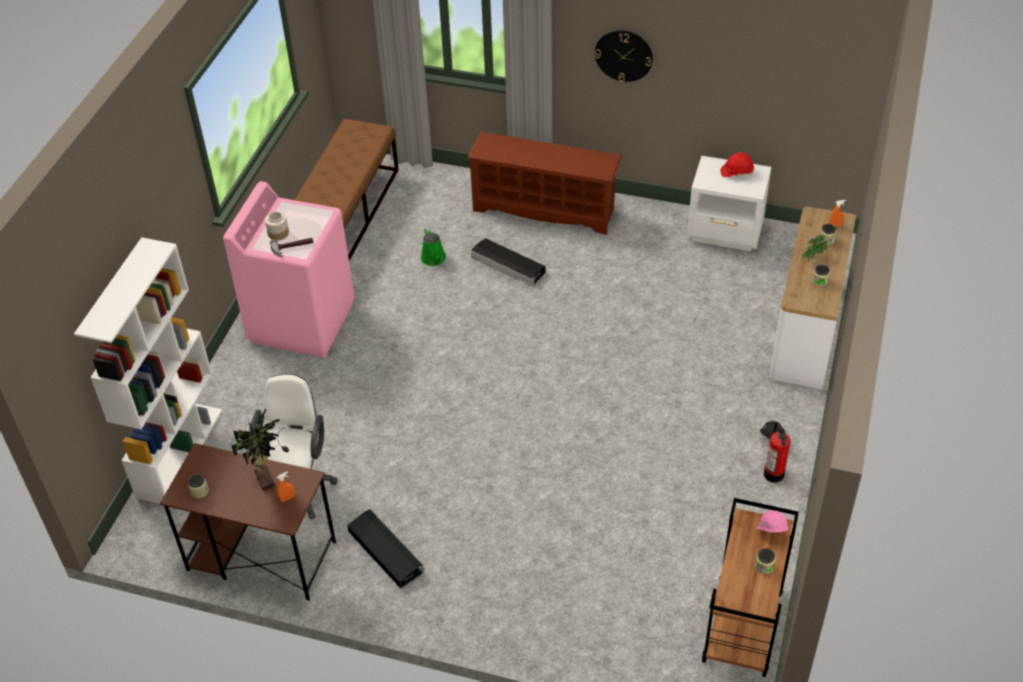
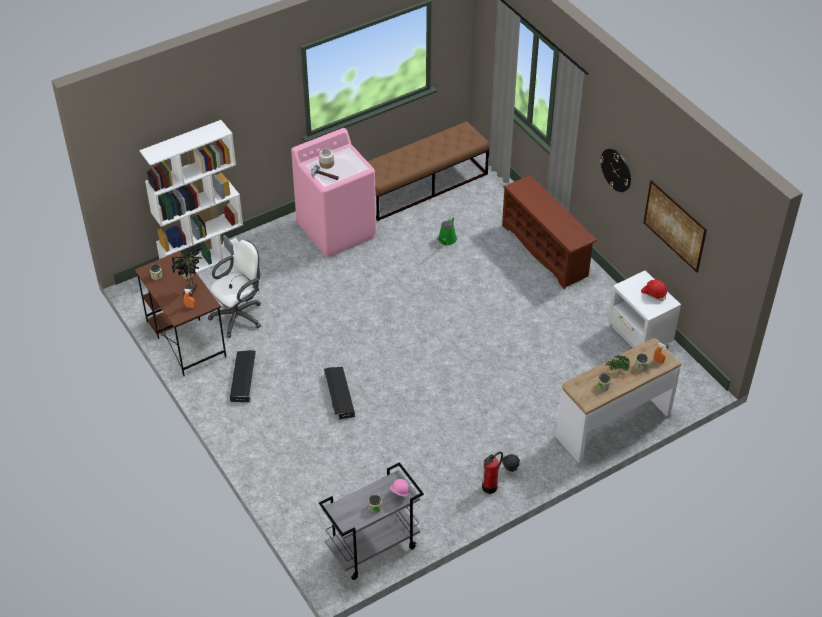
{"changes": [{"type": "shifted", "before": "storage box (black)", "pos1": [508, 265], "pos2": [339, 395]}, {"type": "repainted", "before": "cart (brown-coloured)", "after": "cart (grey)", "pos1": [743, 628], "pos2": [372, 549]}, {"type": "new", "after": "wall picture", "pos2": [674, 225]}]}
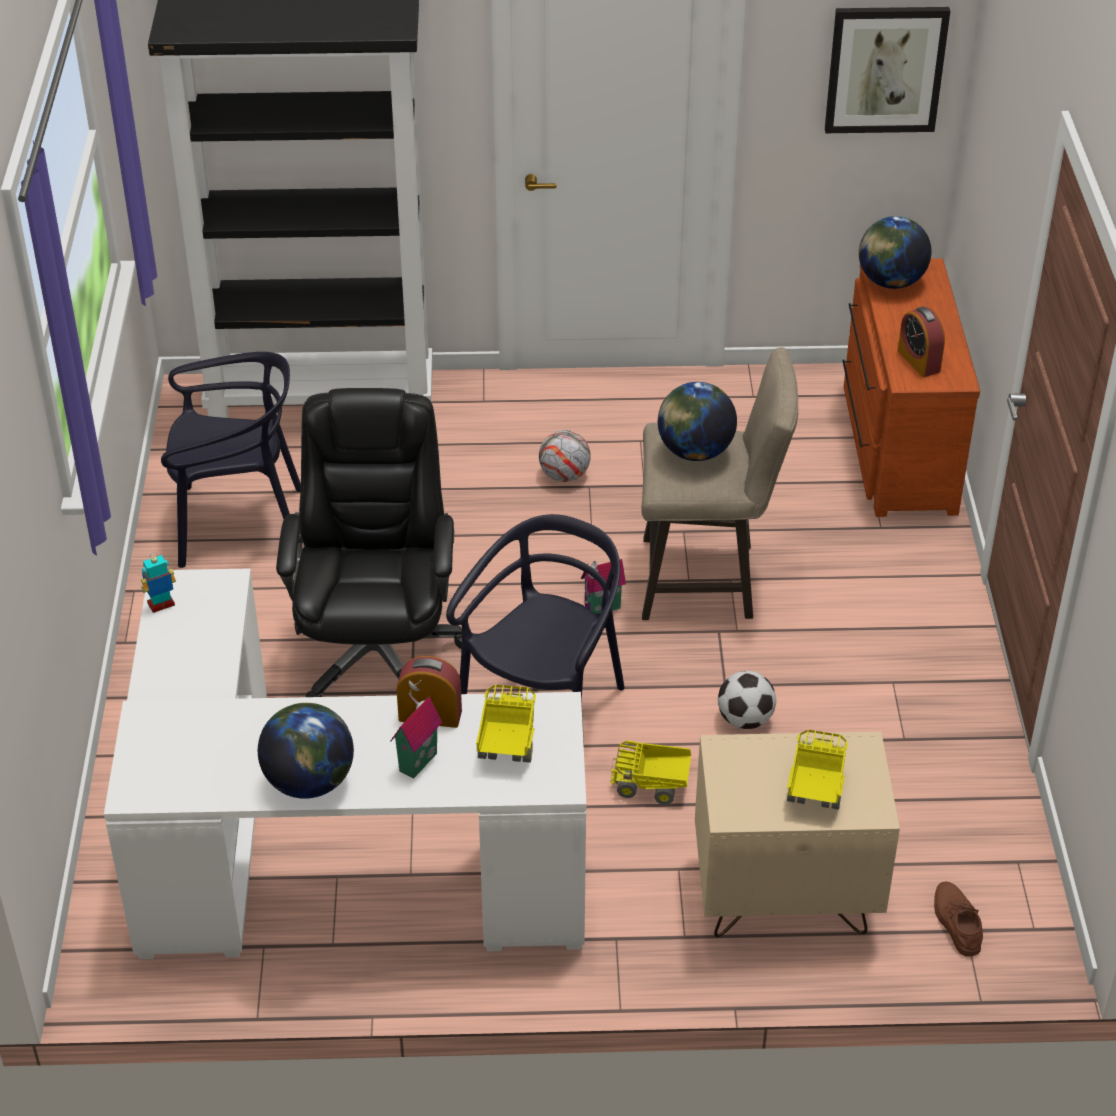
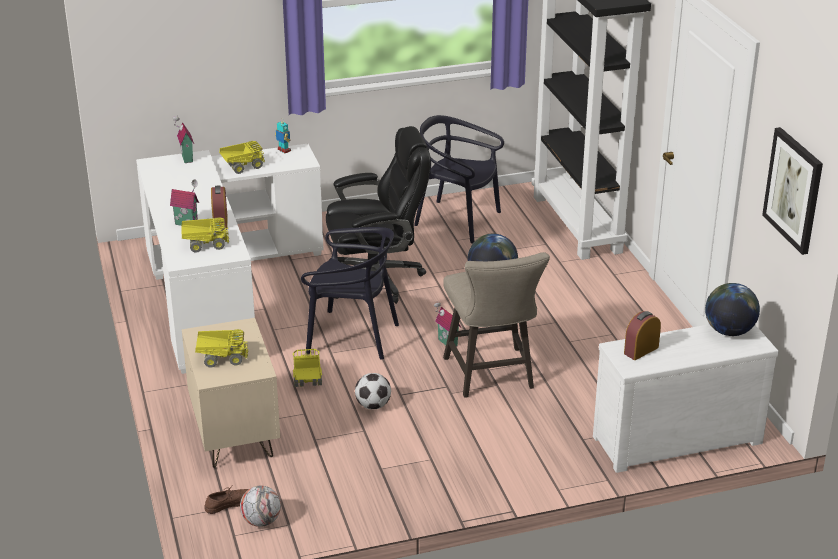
{"changes": [{"type": "repainted", "before": "dresser (brown-coloured)", "after": "dresser (whitish)", "pos1": [895, 446], "pos2": [675, 437]}, {"type": "rotated", "before": "chair (black)", "pos1": [238, 524], "pos2": [458, 221], "turn": 135}, {"type": "shifted", "before": "football ball", "pos1": [564, 475], "pos2": [261, 521]}, {"type": "gone", "before": "desk globe", "pos1": [309, 782]}, {"type": "new", "after": "toy house", "pos2": [185, 158]}, {"type": "new", "after": "toy lorry", "pos2": [242, 166]}]}
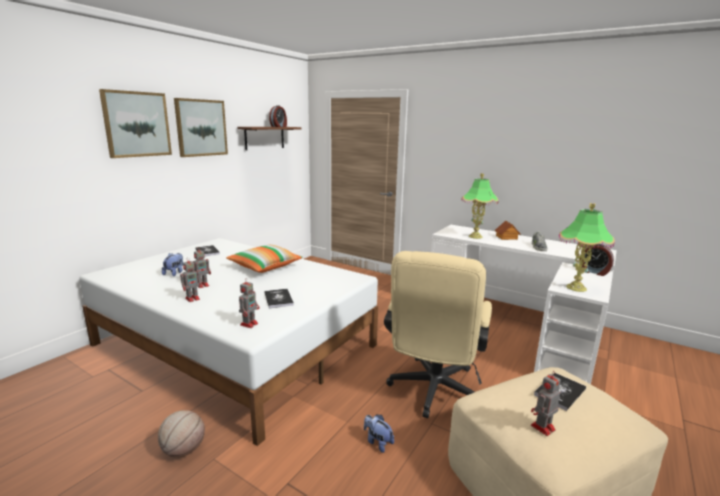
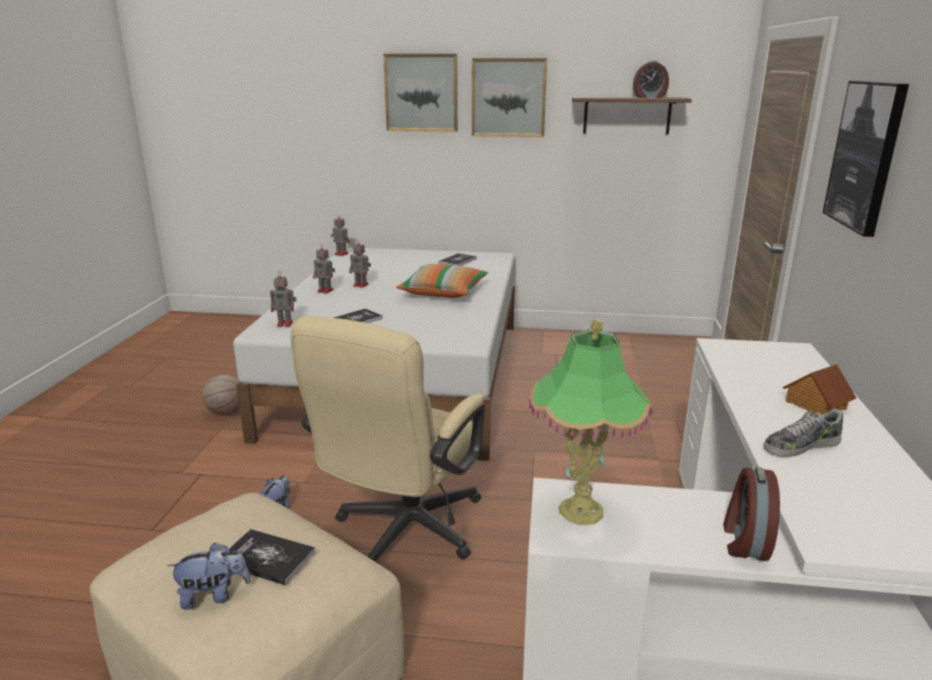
{"changes": [{"type": "gone", "before": "table lamp", "pos1": [475, 236]}, {"type": "rotated", "before": "computer chair (beige)", "pos1": [432, 392], "pos2": [402, 533], "turn": -60}, {"type": "shifted", "before": "plush toy", "pos1": [174, 273], "pos2": [214, 595]}, {"type": "shifted", "before": "model robot", "pos1": [542, 428], "pos2": [341, 254]}, {"type": "new", "after": "wall picture", "pos2": [865, 155]}]}
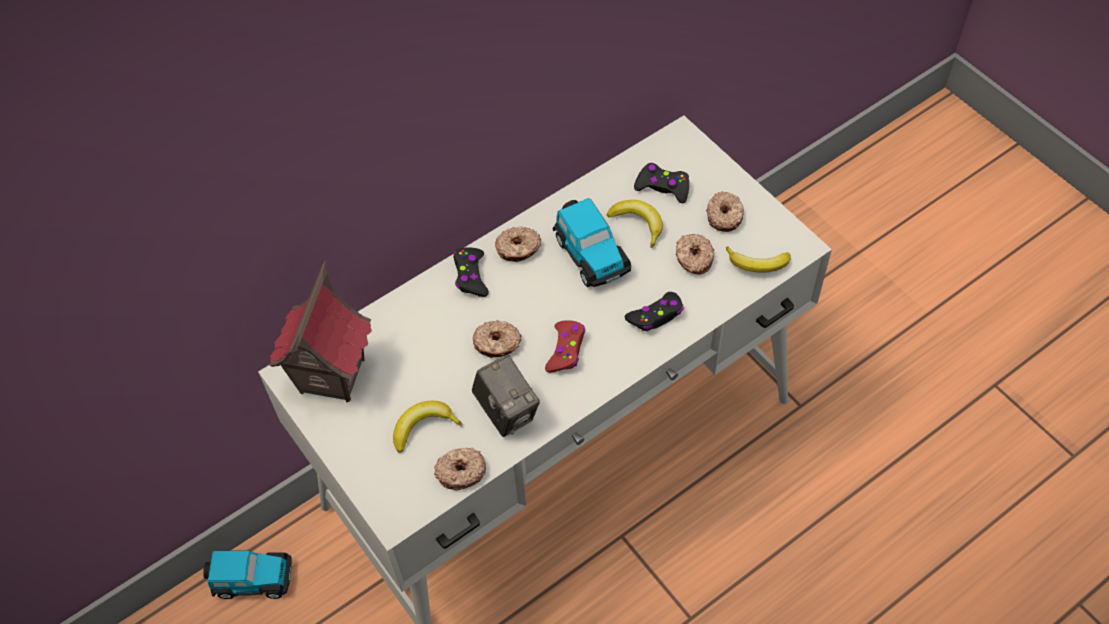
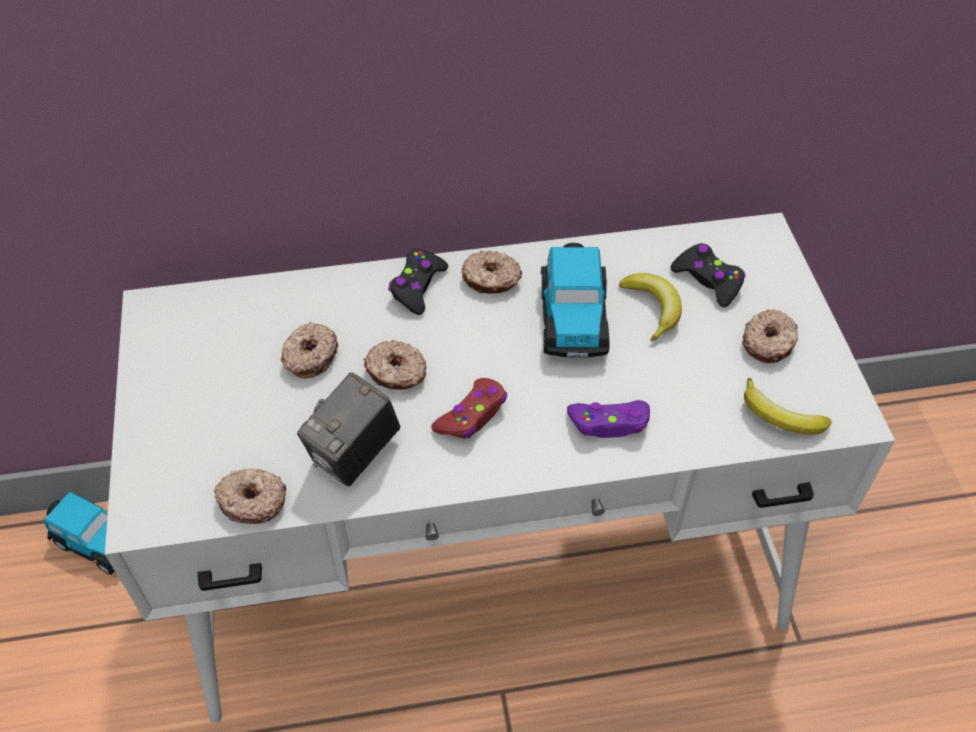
{"changes": [{"type": "shifted", "before": "doughnut", "pos1": [693, 258], "pos2": [309, 356]}, {"type": "gone", "before": "toy house", "pos1": [331, 375]}, {"type": "repainted", "before": "game controller (black)", "after": "game controller (purplish)", "pos1": [656, 316], "pos2": [609, 423]}, {"type": "rotated", "before": "still camera", "pos1": [507, 411], "pos2": [355, 455], "turn": 45}, {"type": "gone", "before": "whole banana", "pos1": [423, 427]}]}
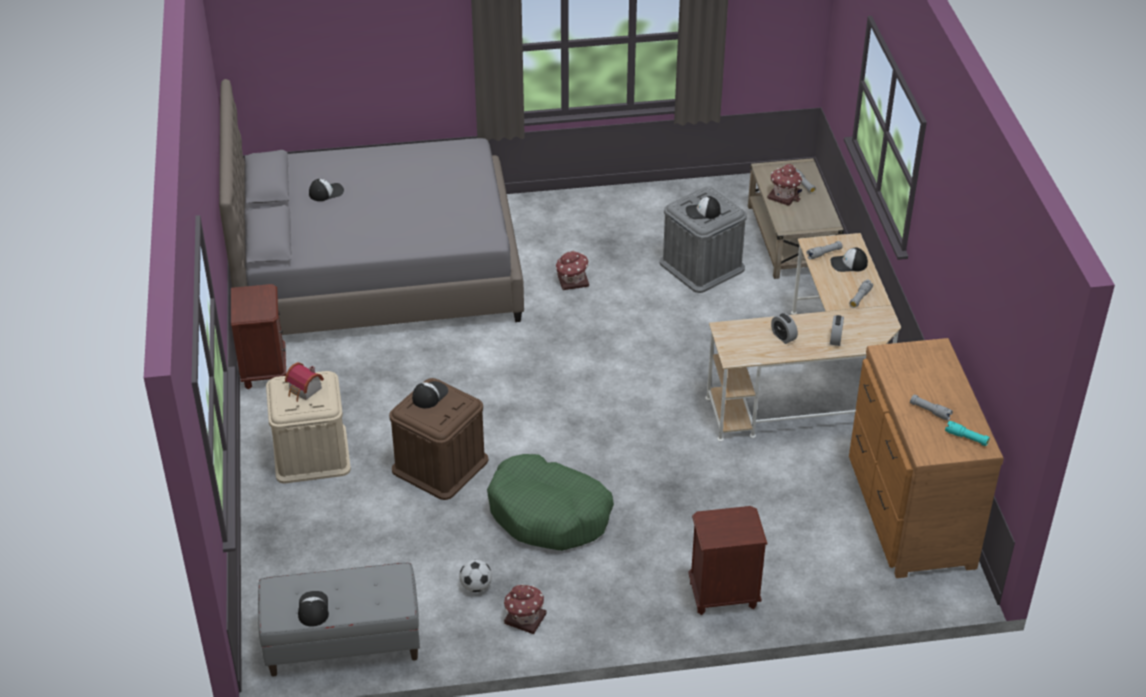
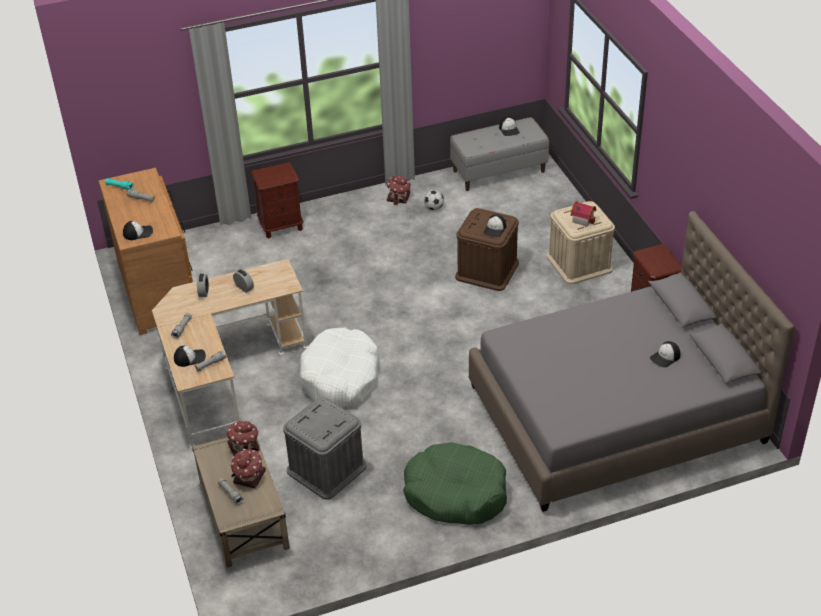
{"changes": [{"type": "shifted", "before": "baseball cap", "pos1": [702, 212], "pos2": [138, 232]}, {"type": "shifted", "before": "toy house", "pos1": [572, 281], "pos2": [244, 447]}, {"type": "shifted", "before": "dog bed (green)", "pos1": [549, 514], "pos2": [455, 493]}, {"type": "new", "after": "dog bed (whitish)", "pos2": [341, 377]}]}
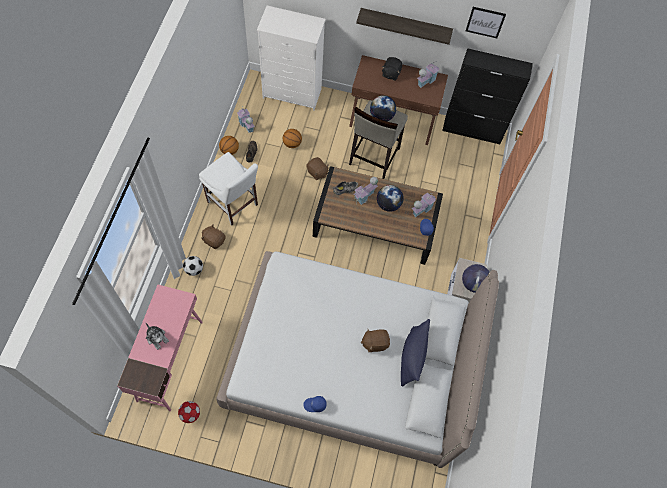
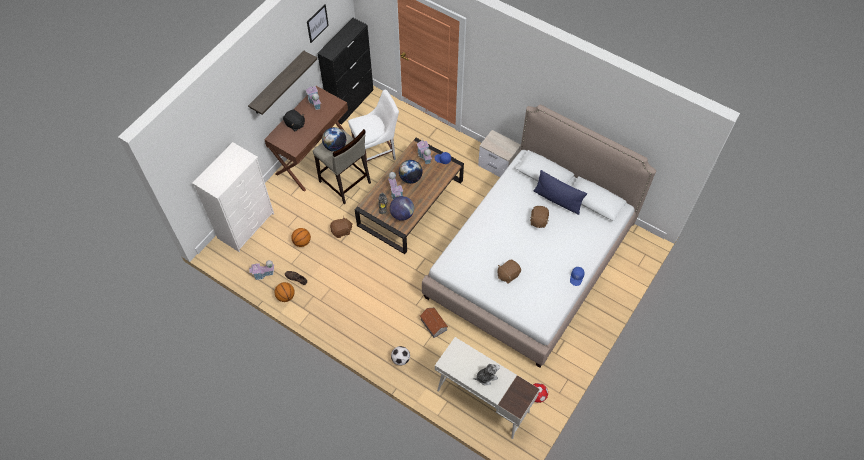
{"changes": [{"type": "shifted", "before": "chair (whitish)", "pos1": [234, 205], "pos2": [377, 153]}, {"type": "shifted", "before": "plush toy (brown-coloured)", "pos1": [214, 240], "pos2": [508, 274]}, {"type": "shifted", "before": "desk globe", "pos1": [473, 283], "pos2": [402, 214]}, {"type": "repainted", "before": "desk unit (pink-coloured)", "after": "desk unit (whitish)", "pos1": [170, 360], "pos2": [482, 401]}, {"type": "new", "after": "toy house", "pos2": [433, 325]}]}
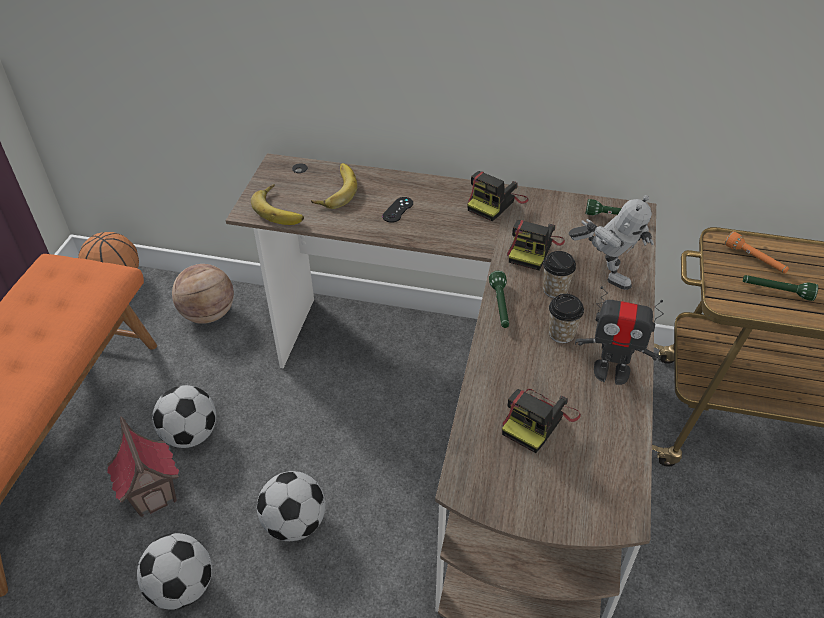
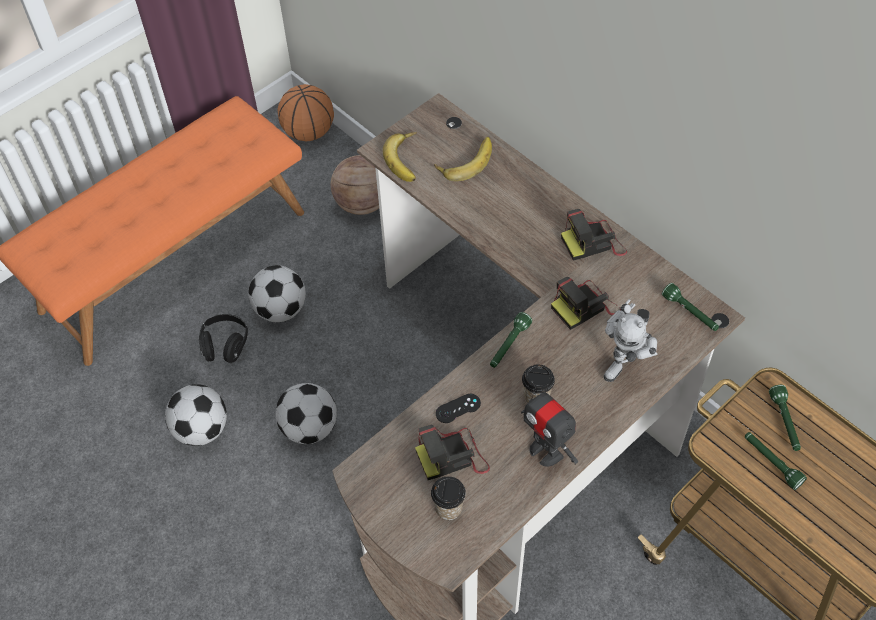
{"changes": [{"type": "rotated", "before": "model robot", "pos1": [605, 273], "pos2": [626, 362], "turn": 45}, {"type": "shifted", "before": "game controller (black)", "pos1": [398, 210], "pos2": [458, 408]}, {"type": "repainted", "before": "hand torch (orange)", "after": "hand torch (green)", "pos1": [755, 260], "pos2": [785, 423]}, {"type": "shifted", "before": "drinking cup", "pos1": [555, 290], "pos2": [448, 508]}, {"type": "swapped", "before": "toy house", "after": "headset (black)", "pos1": [154, 494], "pos2": [225, 345]}]}
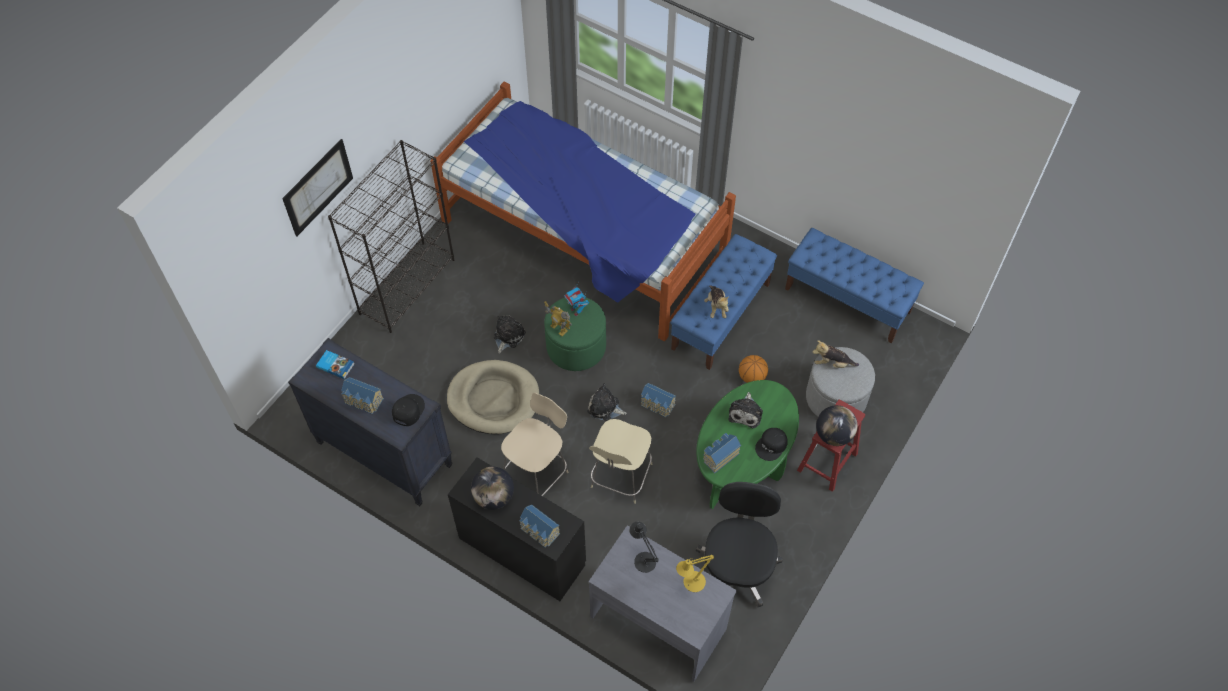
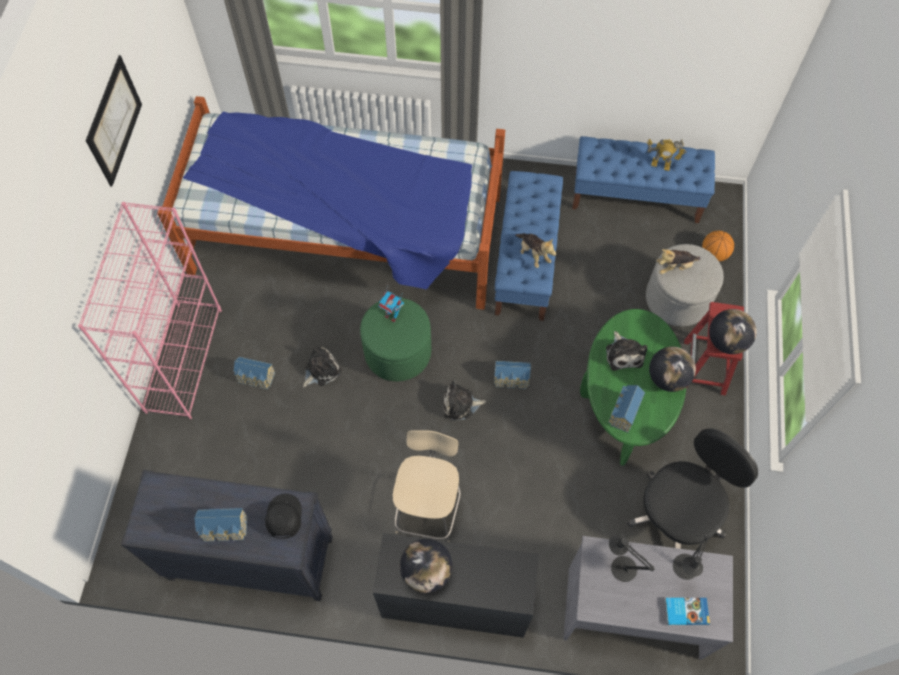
{"changes": [{"type": "shifted", "before": "wall picture", "pos1": [318, 187], "pos2": [114, 121]}, {"type": "repainted", "before": "bookcase (black)", "after": "bookcase (pink-coloured)", "pos1": [407, 286], "pos2": [184, 359]}, {"type": "shifted", "before": "model robot", "pos1": [558, 328], "pos2": [660, 165]}, {"type": "rotated", "before": "plush toy", "pos1": [508, 336], "pos2": [321, 370], "turn": 45}, {"type": "shifted", "before": "book", "pos1": [335, 365], "pos2": [685, 611]}, {"type": "shifted", "before": "basketball", "pos1": [751, 377], "pos2": [714, 254]}, {"type": "gone", "before": "dog bed (beige)", "pos1": [494, 399]}, {"type": "gone", "before": "sitting stool (beige)", "pos1": [620, 477]}, {"type": "swapped", "before": "baseball cap (black)", "after": "desk globe", "pos1": [771, 446], "pos2": [667, 378]}, {"type": "rotated", "before": "computer chair (black)", "pos1": [737, 565], "pos2": [678, 513], "turn": 60}, {"type": "shifted", "before": "toy house", "pos1": [539, 531], "pos2": [256, 378]}, {"type": "repainted", "before": "table lamp (yellow)", "after": "table lamp (black)", "pos1": [691, 583], "pos2": [683, 570]}]}
